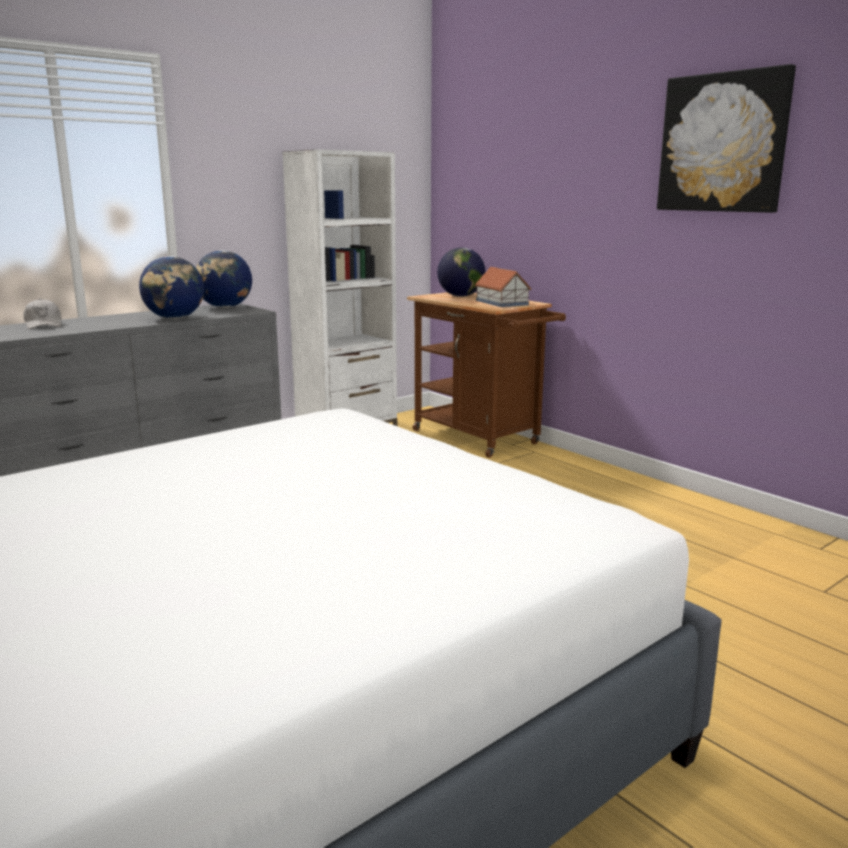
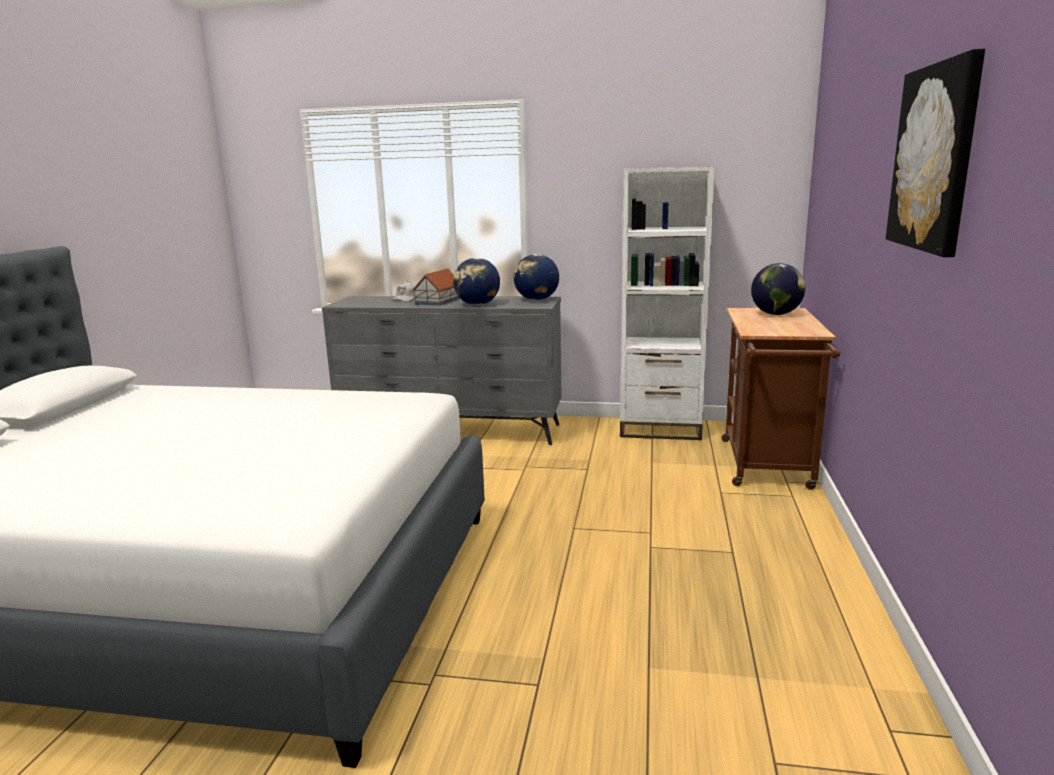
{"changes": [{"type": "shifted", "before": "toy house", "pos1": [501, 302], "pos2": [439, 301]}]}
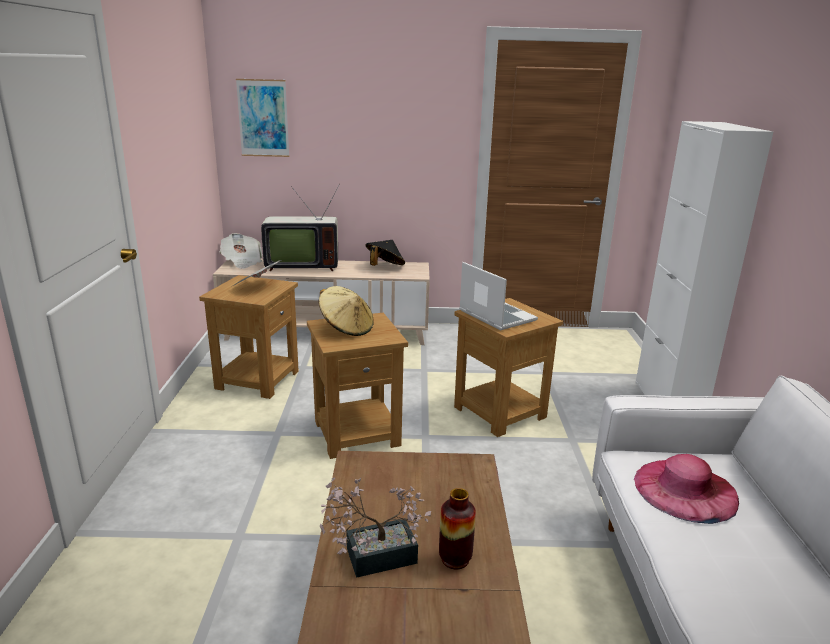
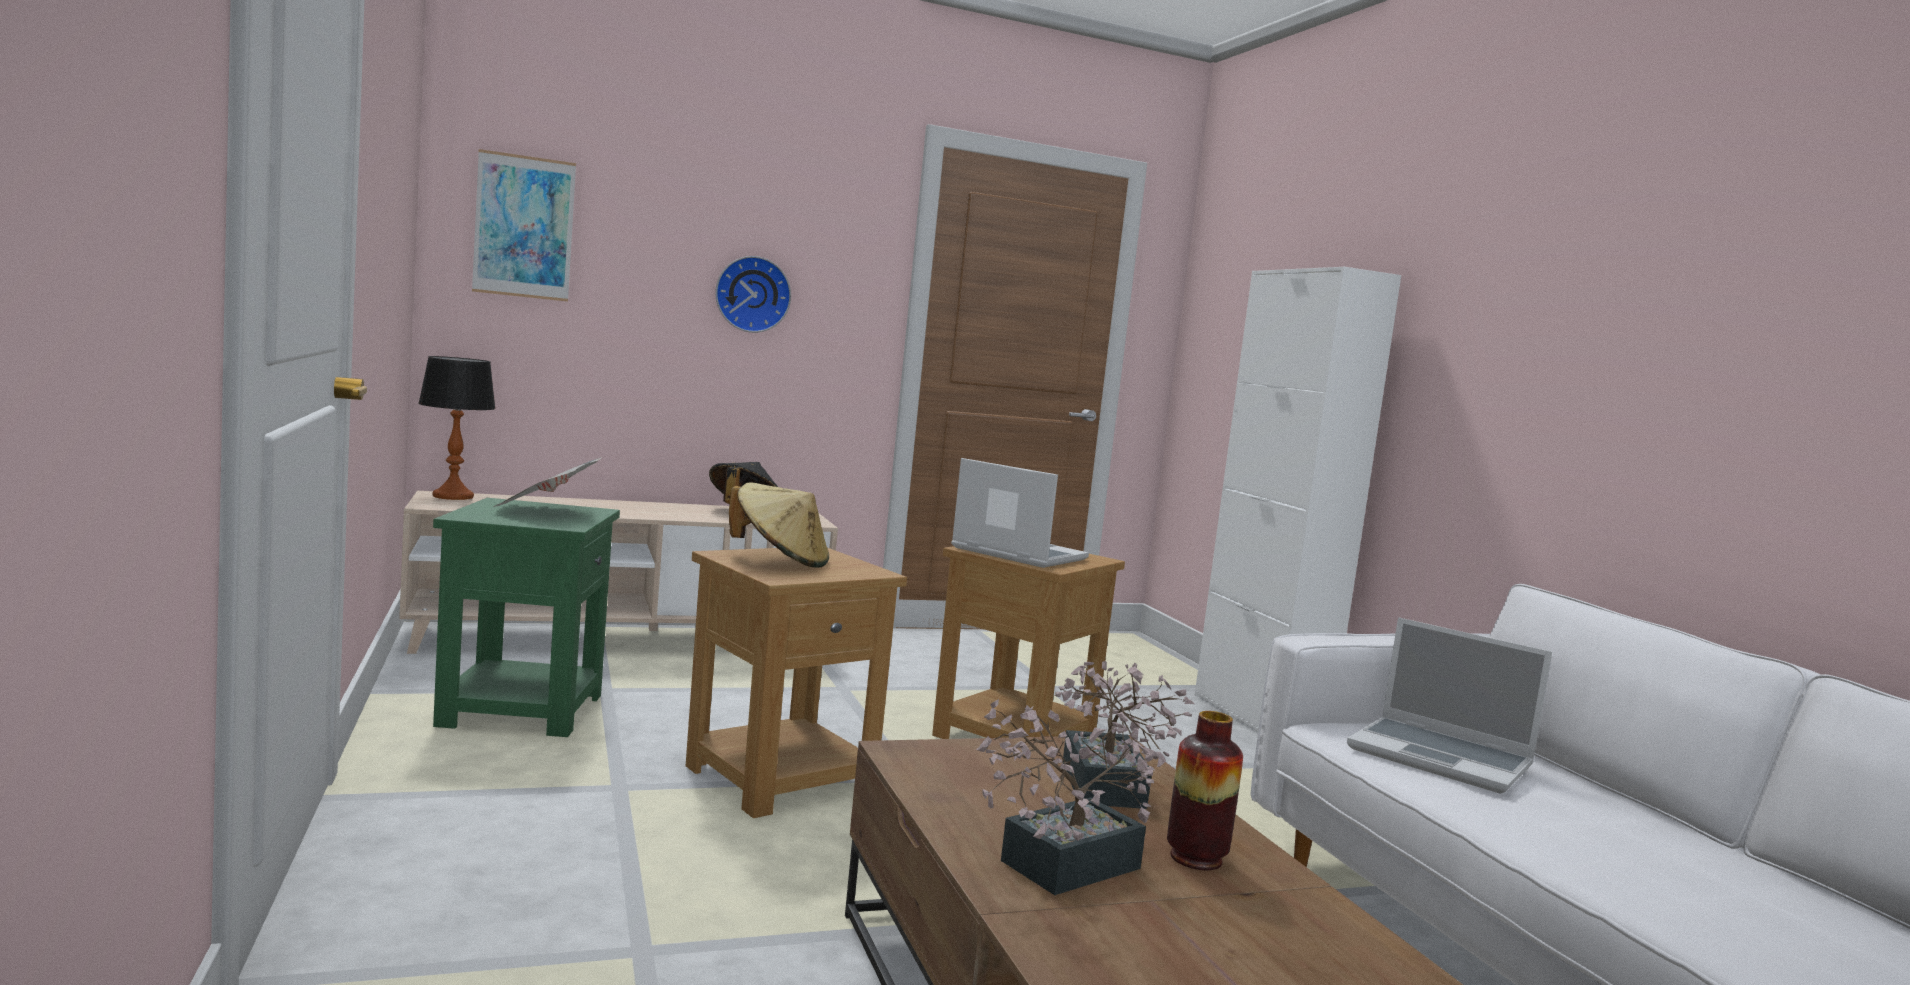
{"changes": [{"type": "gone", "before": "television", "pos1": [301, 266]}, {"type": "swapped", "before": "newspaper", "after": "table lamp", "pos1": [242, 262], "pos2": [453, 496]}, {"type": "repainted", "before": "side table (brown-coloured)", "after": "side table (green)", "pos1": [258, 379], "pos2": [522, 709]}, {"type": "swapped", "before": "hat (pink-coloured)", "after": "portable computer", "pos1": [685, 490], "pos2": [1442, 758]}, {"type": "new", "after": "hanging clock", "pos2": [752, 294]}, {"type": "new", "after": "potted plant", "pos2": [1104, 791]}]}
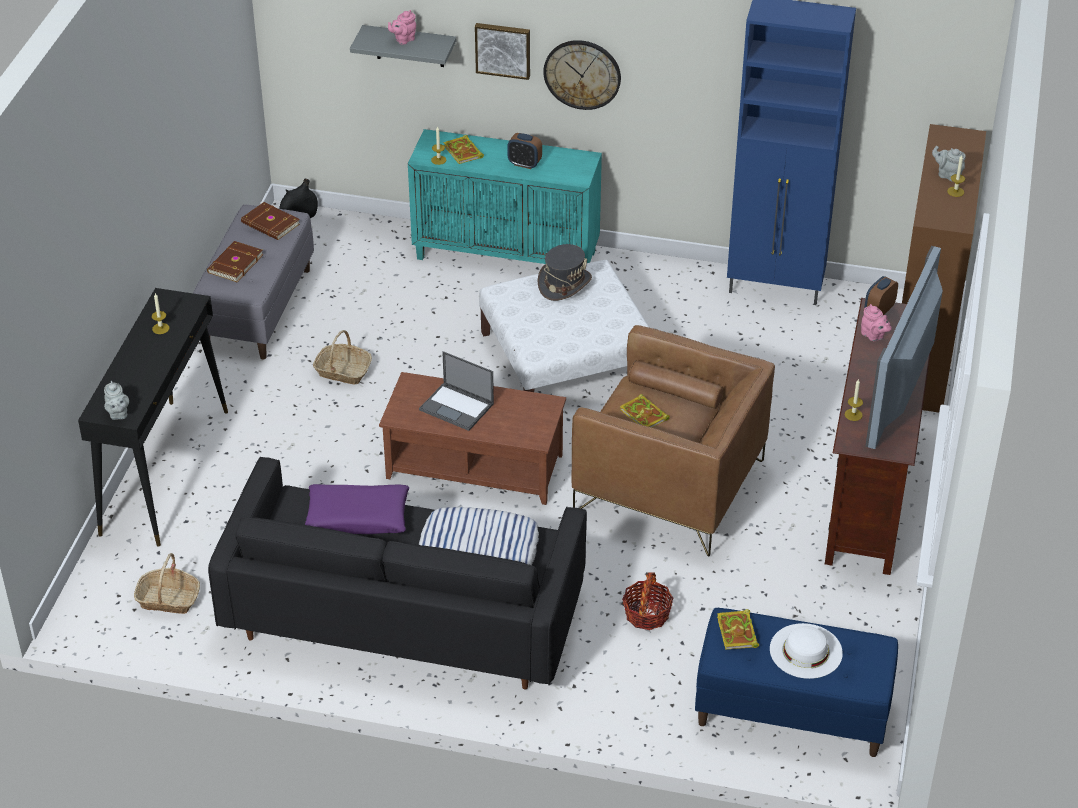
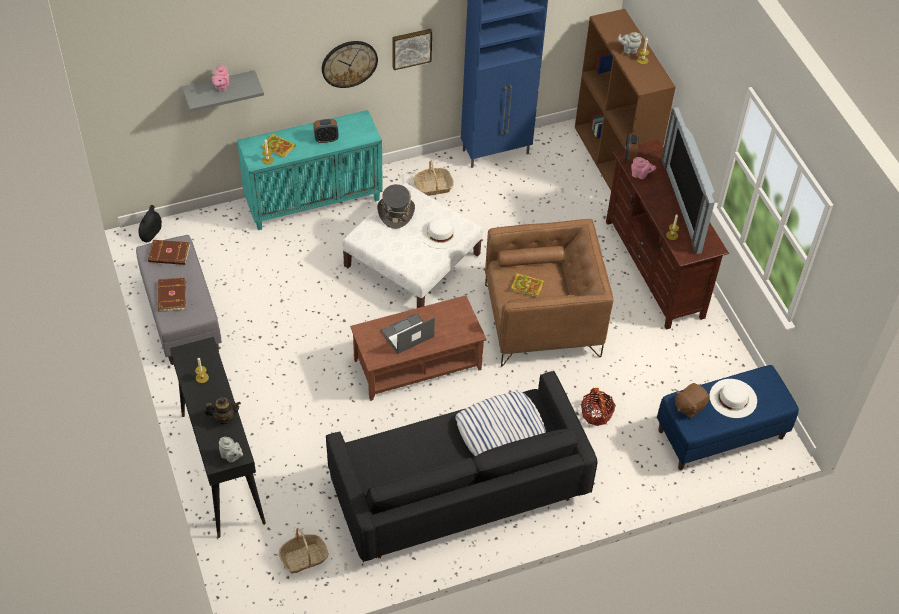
{"changes": [{"type": "shifted", "before": "wall picture", "pos1": [503, 49], "pos2": [411, 48]}, {"type": "shifted", "before": "household basket", "pos1": [343, 371], "pos2": [433, 187]}, {"type": "rotated", "before": "portable computer", "pos1": [457, 407], "pos2": [407, 334], "turn": 150}, {"type": "gone", "before": "throw pillow (purplish)", "pos1": [357, 517]}, {"type": "swapped", "before": "book", "after": "plush toy (brown-coloured)", "pos1": [738, 633], "pos2": [689, 406]}, {"type": "new", "after": "hat (whitish)", "pos2": [440, 232]}, {"type": "new", "after": "tea pot", "pos2": [224, 417]}]}
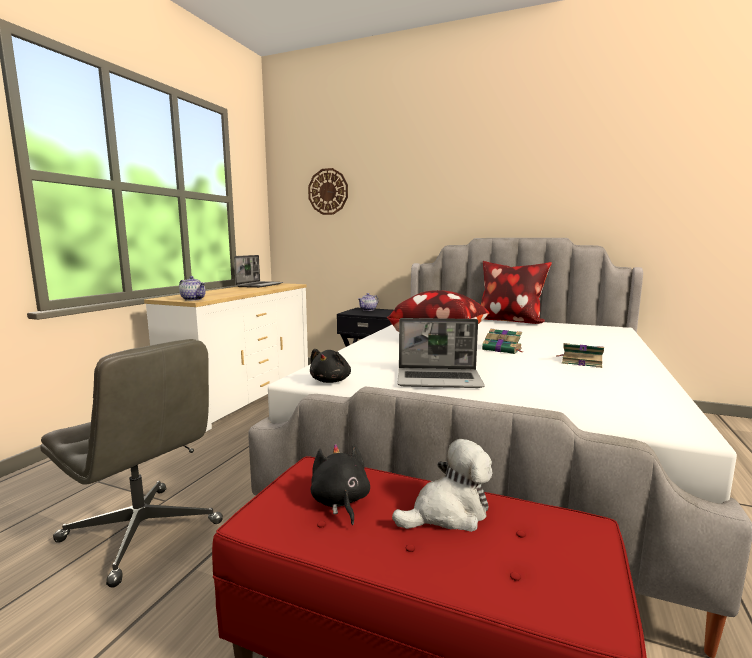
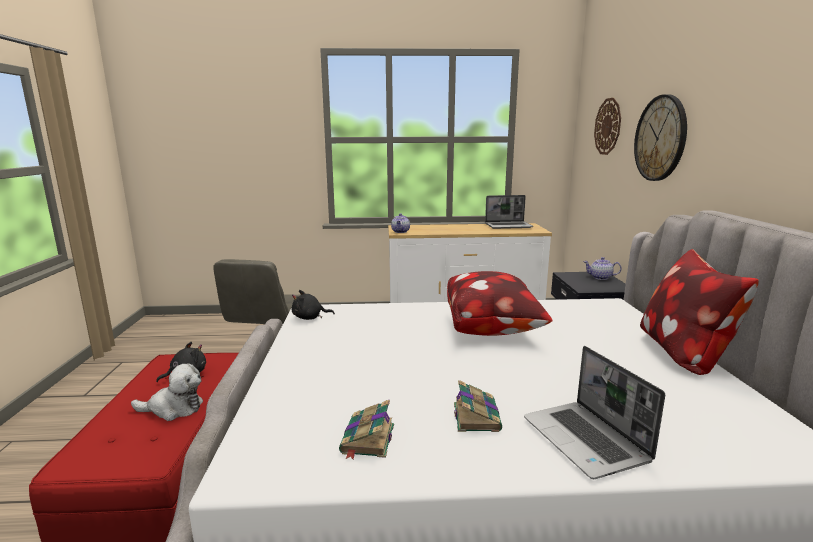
{"changes": [{"type": "shifted", "before": "portable computer", "pos1": [439, 380], "pos2": [586, 440]}, {"type": "shifted", "before": "book", "pos1": [503, 349], "pos2": [367, 440]}, {"type": "rotated", "before": "plush toy", "pos1": [448, 513], "pos2": [174, 408], "turn": -45}, {"type": "new", "after": "hanging clock", "pos2": [660, 138]}]}
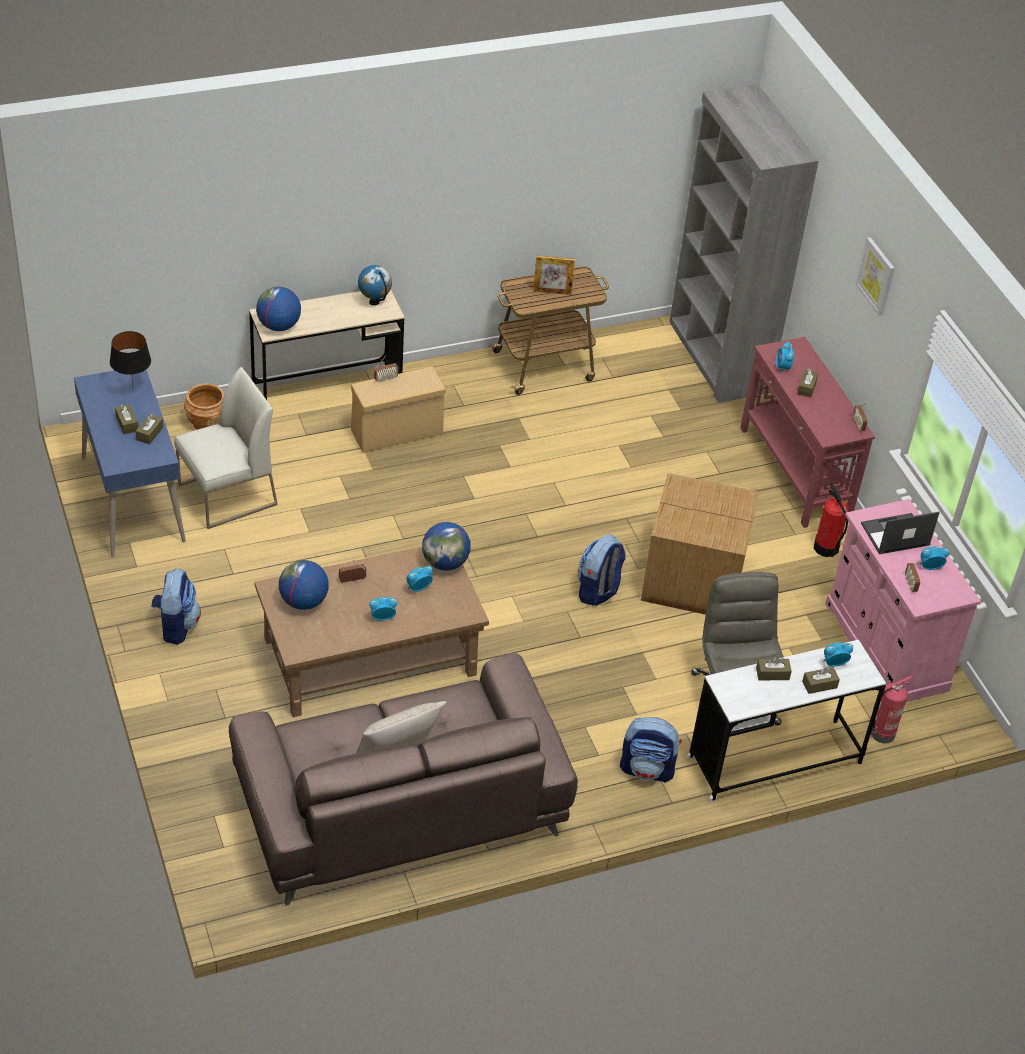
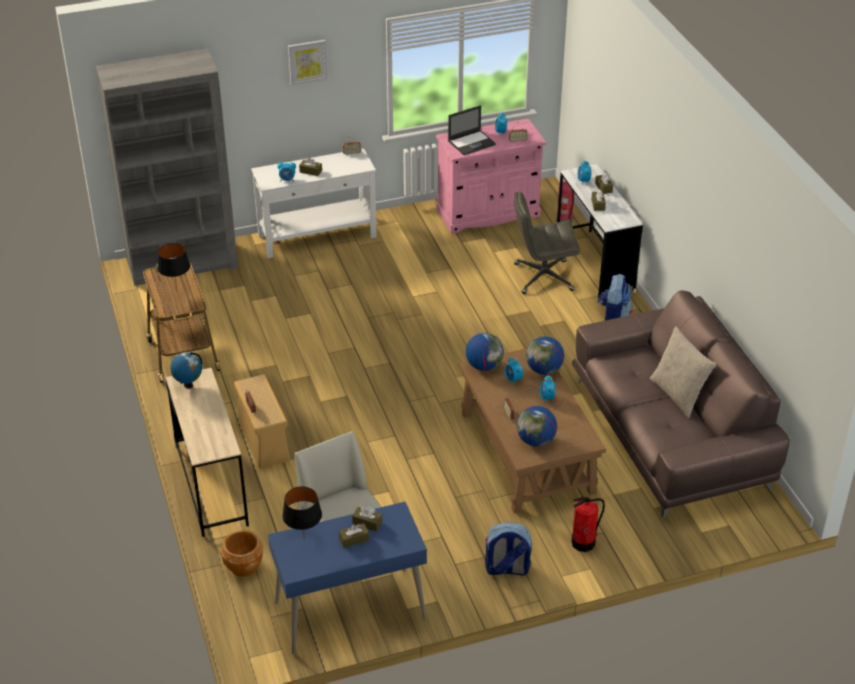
{"changes": [{"type": "swapped", "before": "photo frame", "after": "table lamp (black)", "pos1": [552, 292], "pos2": [176, 290]}, {"type": "shifted", "before": "desk globe", "pos1": [278, 326], "pos2": [544, 370]}, {"type": "repainted", "before": "hall table (red-coloured)", "after": "hall table (whitish)", "pos1": [794, 472], "pos2": [318, 236]}, {"type": "gone", "before": "carton", "pos1": [694, 579]}, {"type": "shifted", "before": "fire extinguisher", "pos1": [826, 548], "pos2": [583, 543]}, {"type": "rotated", "before": "portable computer", "pos1": [894, 534], "pos2": [472, 142], "turn": -105}, {"type": "gone", "before": "backpack", "pos1": [598, 591]}]}
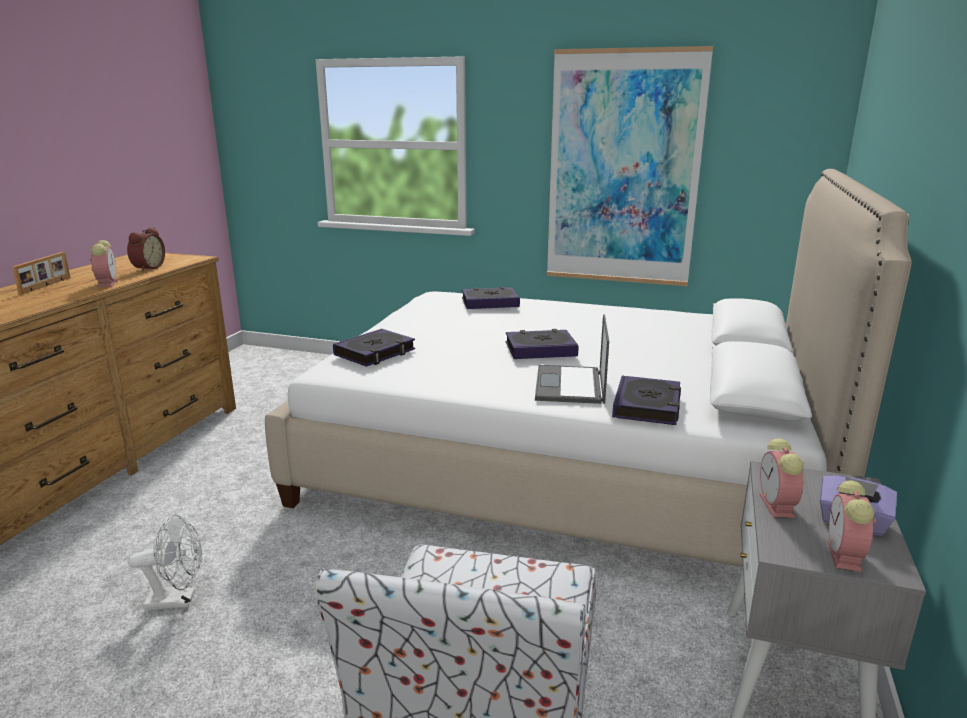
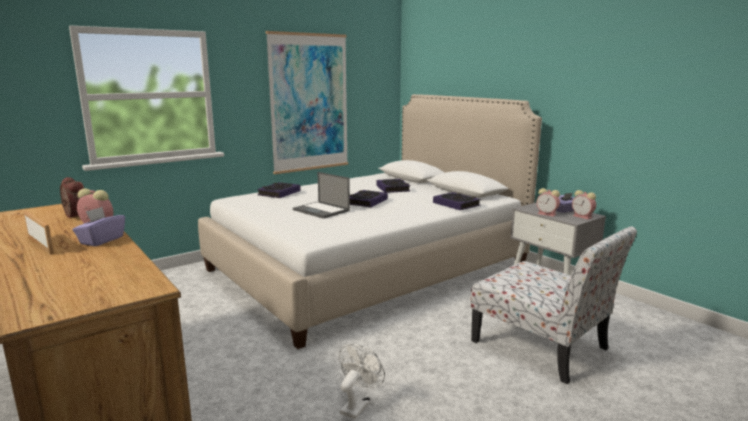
{"changes": [{"type": "shifted", "before": "portable computer", "pos1": [570, 385], "pos2": [322, 210]}, {"type": "shifted", "before": "book", "pos1": [375, 353], "pos2": [393, 188]}, {"type": "new", "after": "box of tissues (purplish)", "pos2": [101, 240]}]}
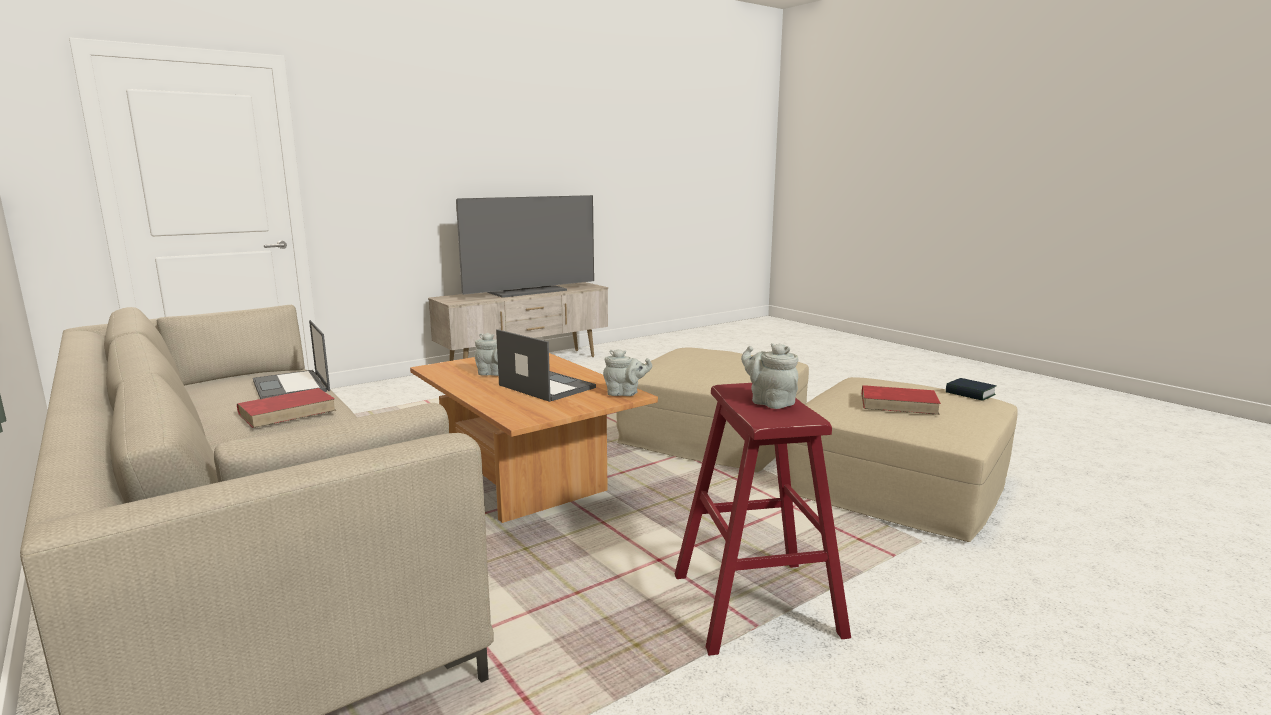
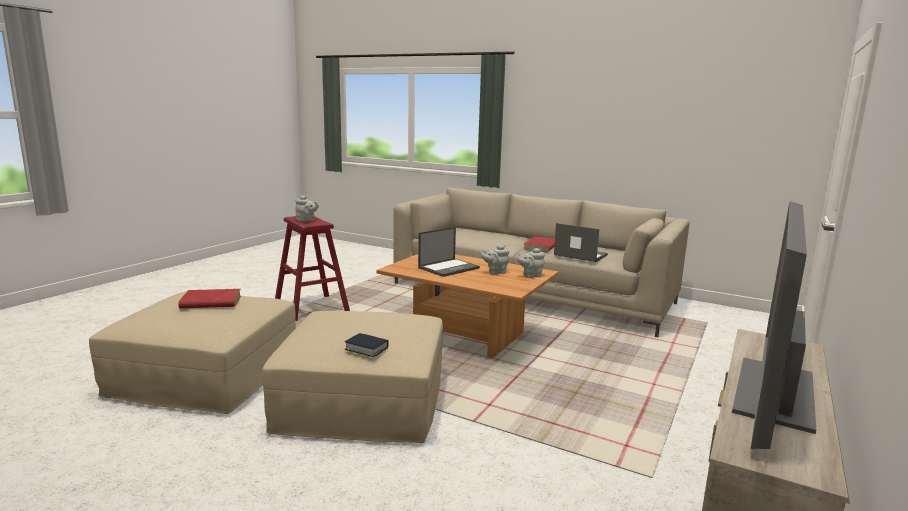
{"changes": [{"type": "rotated", "before": "portable computer", "pos1": [545, 386], "pos2": [449, 268], "turn": -60}, {"type": "shifted", "before": "tea pot (grey)", "pos1": [625, 393], "pos2": [531, 275]}, {"type": "shifted", "before": "book", "pos1": [970, 394], "pos2": [366, 349]}]}
